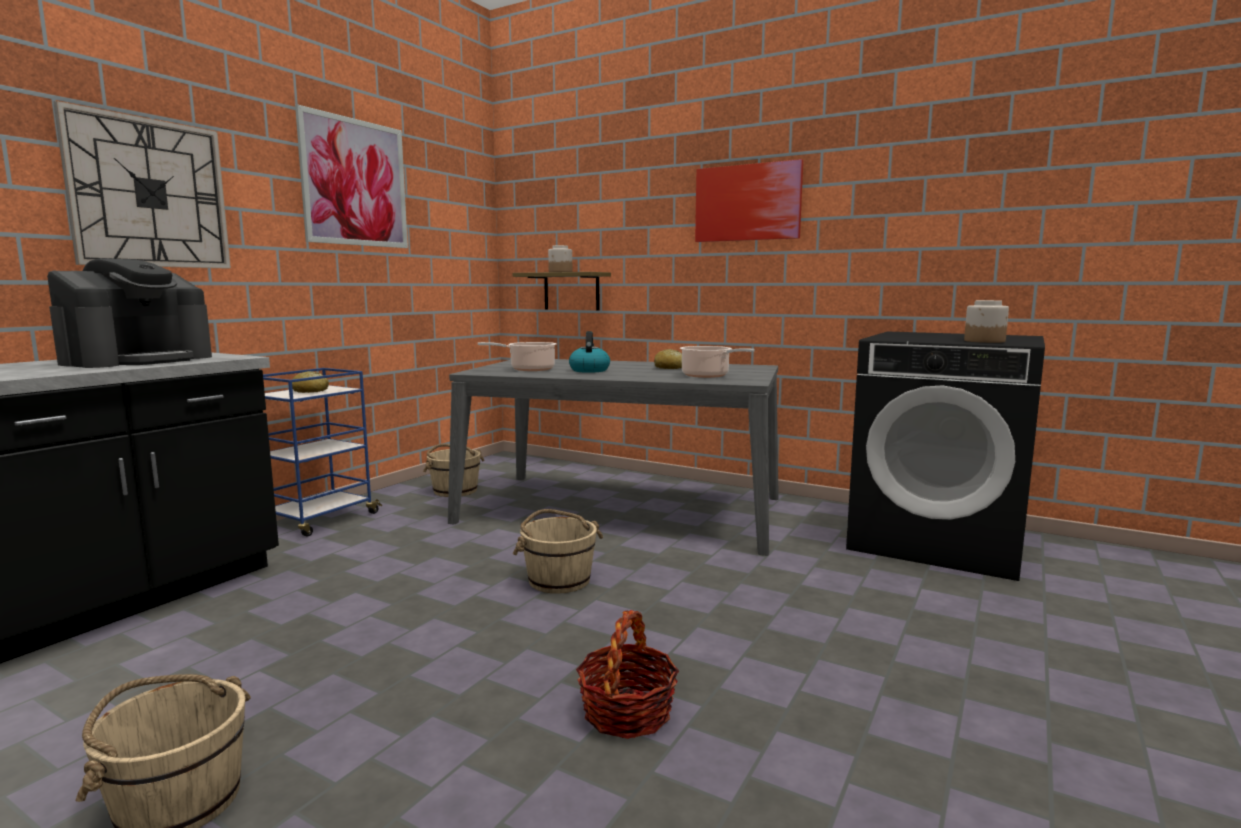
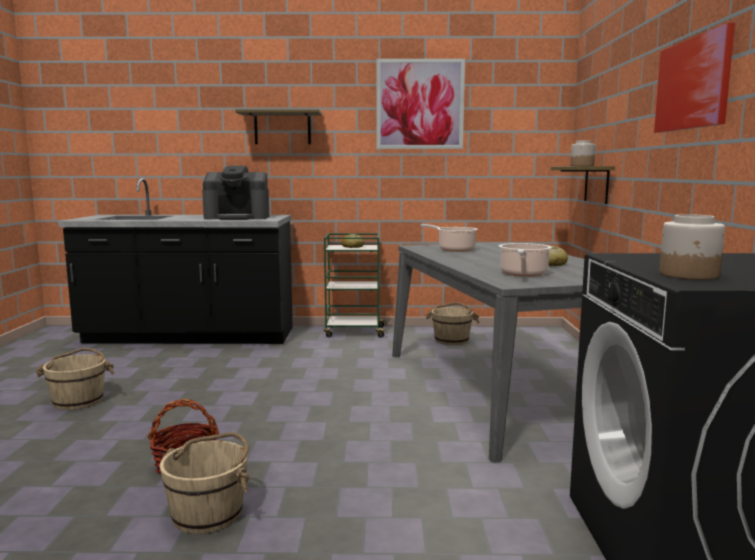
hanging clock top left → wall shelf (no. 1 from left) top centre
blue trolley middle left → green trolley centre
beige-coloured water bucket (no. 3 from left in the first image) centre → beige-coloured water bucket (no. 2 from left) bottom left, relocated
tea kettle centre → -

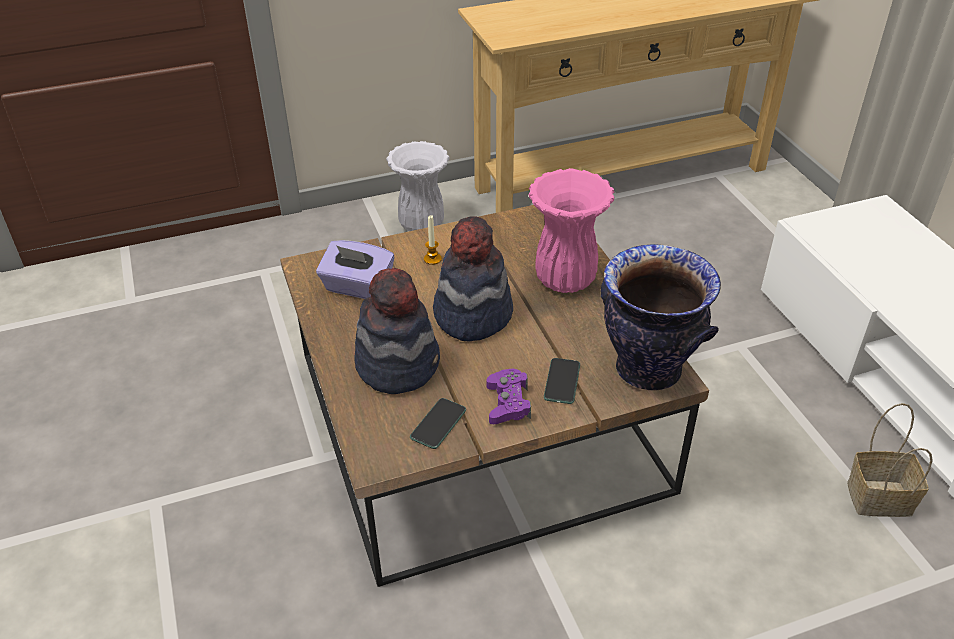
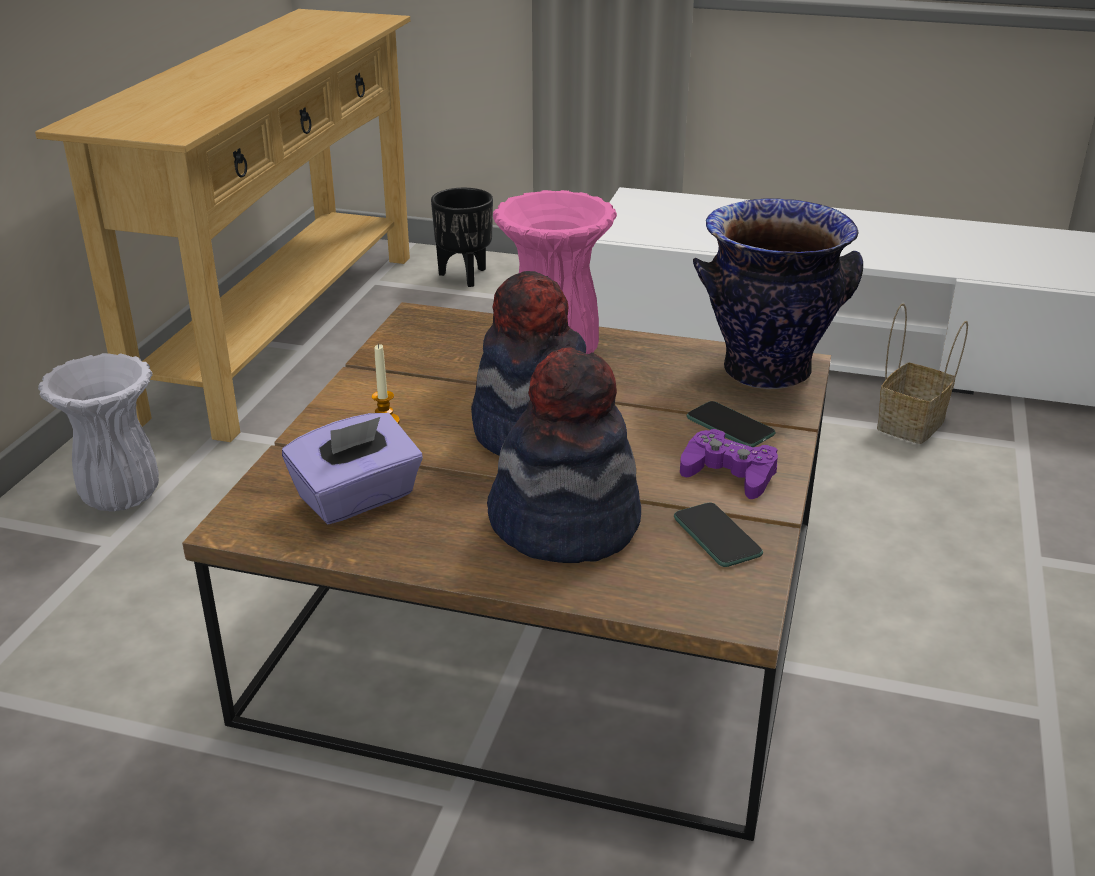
- → black flower pot top centre

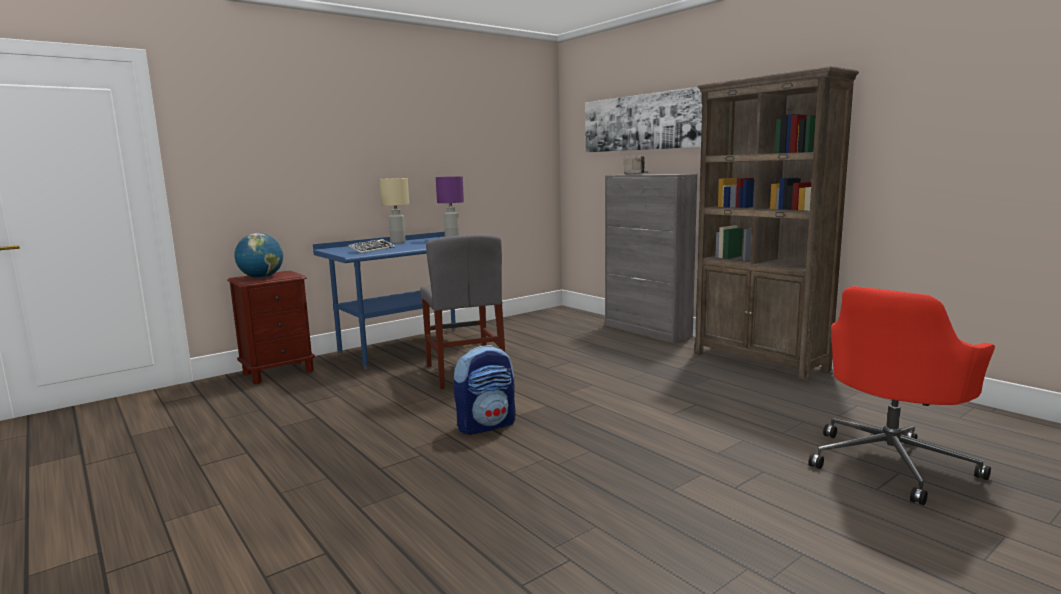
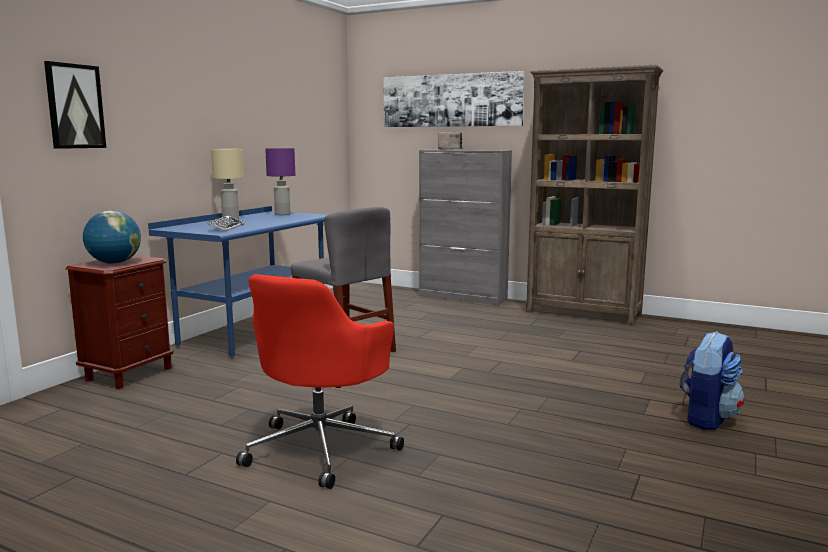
knapsack centre → knapsack bottom right, relocated
red office chair middle right → red office chair bottom centre, relocated
- → wall art (no. 1 from left) top left

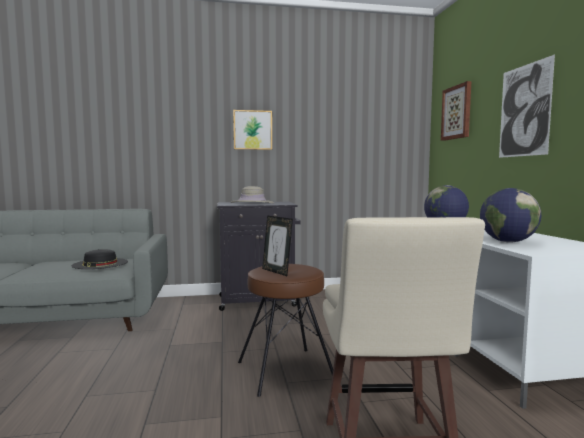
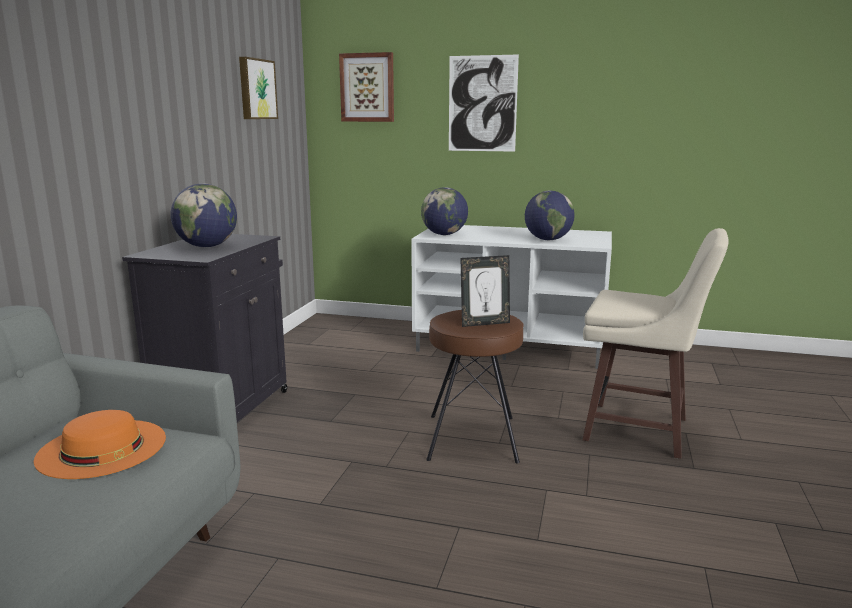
black wearable hat middle left → orange-coloured wearable hat bottom left
beige-coloured wearable hat centre → desk globe (no. 1 from left) middle left
wall art (no. 1 from left) top centre → wall art (no. 1 from left) top left, relocated

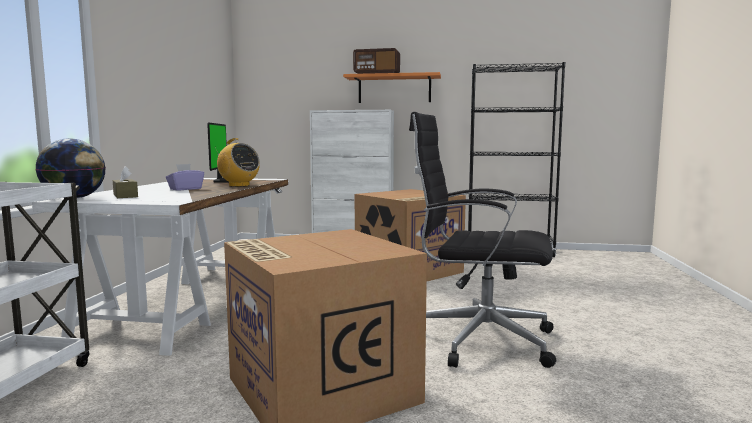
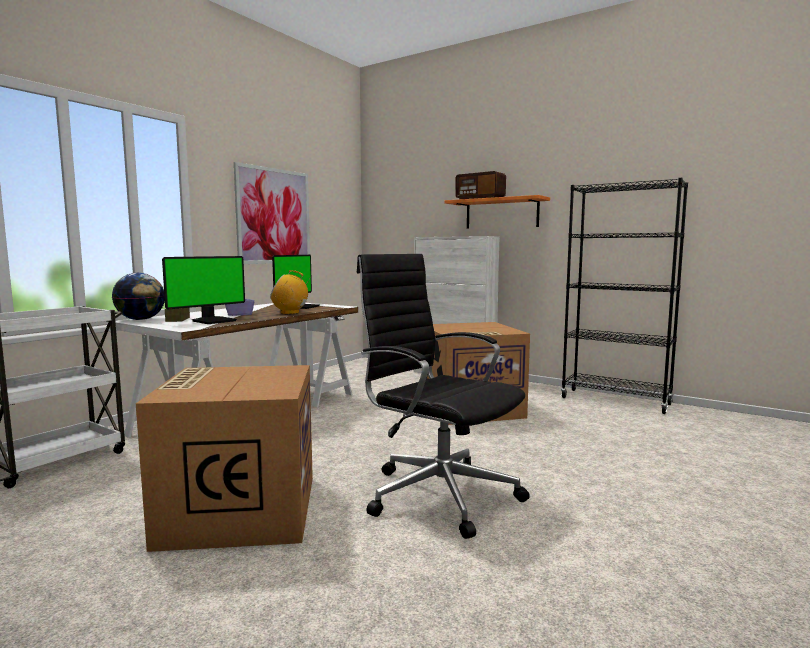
radio set (no. 1 from left) middle left → radio set (no. 1 from left) centre, 120 degrees clockwise
- → computer display (no. 1 from left) middle left
- → wall art top centre

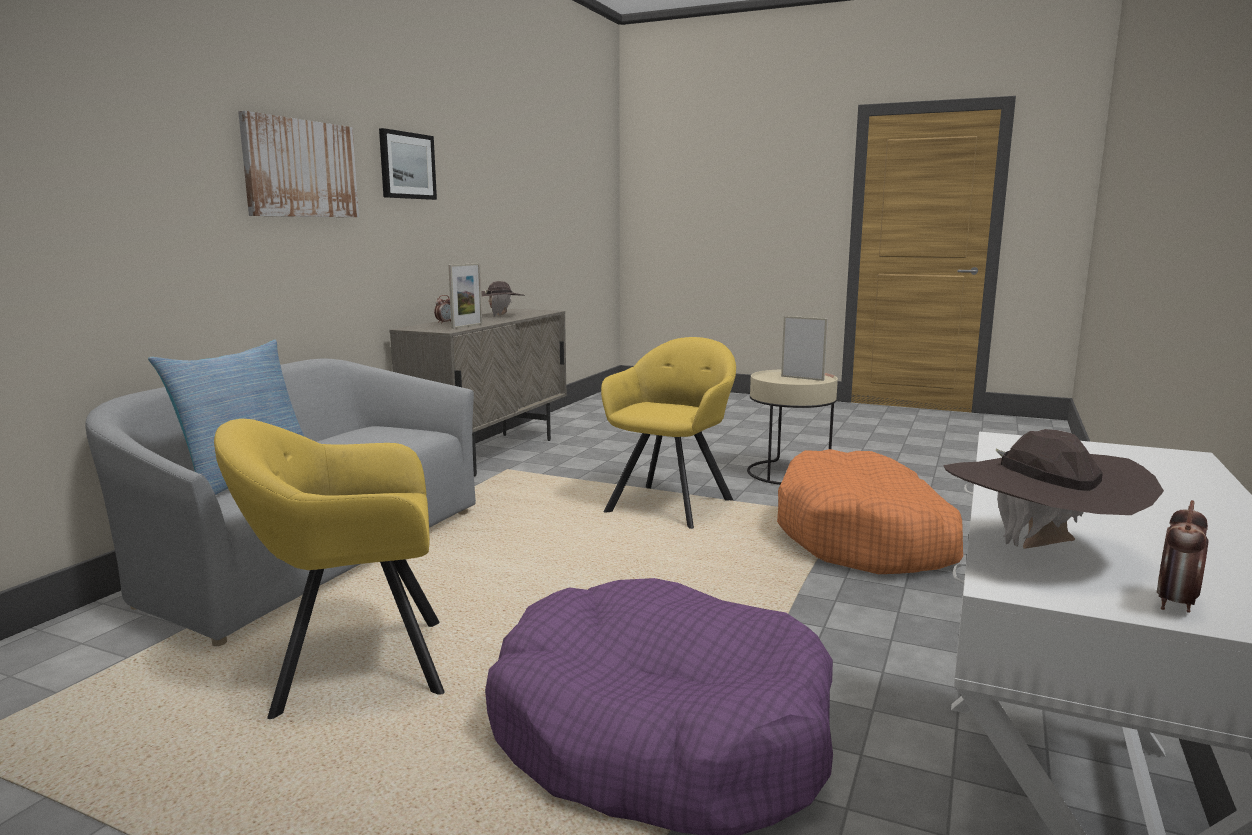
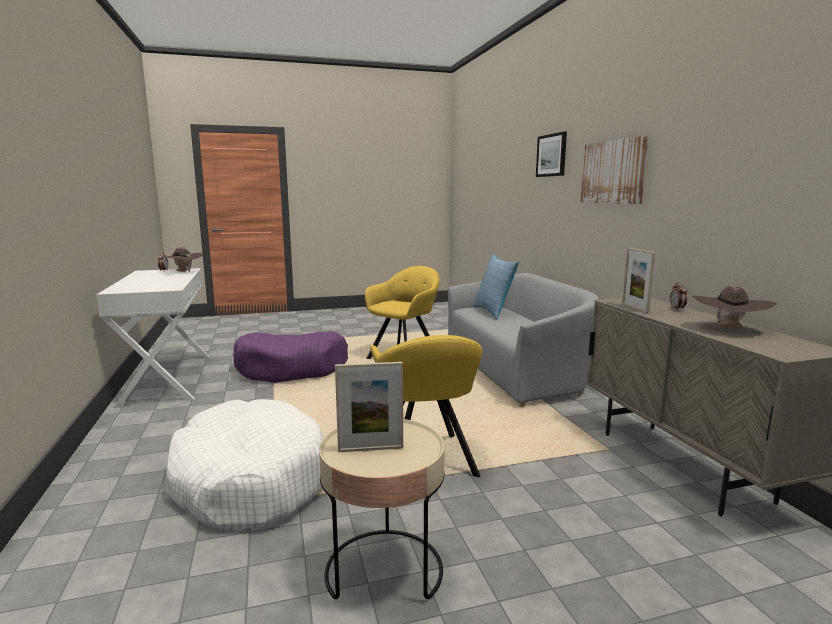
wall art (no. 2 from left in the first image) top left → wall art (no. 1 from left) top centre, relocated
orange-coloured dog bed middle right → whitish dog bed bottom left

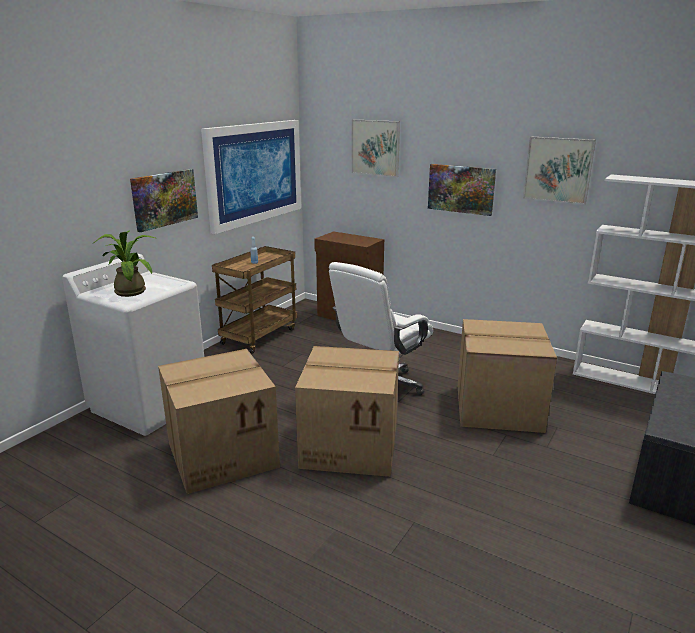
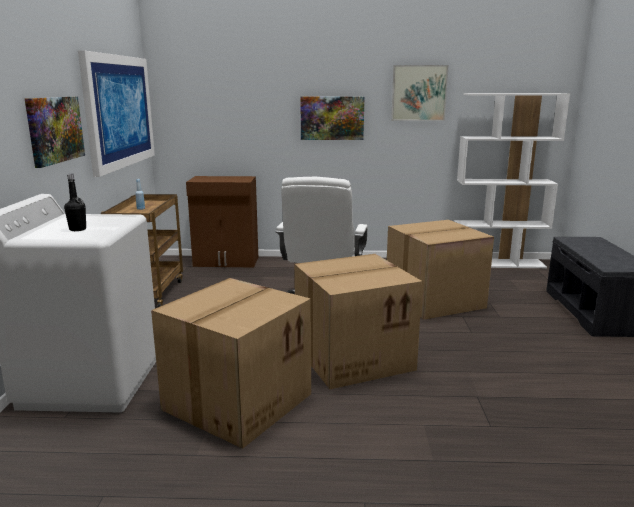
houseplant middle left → black beverage bottle middle left
wall art (no. 3 from left) top centre → -

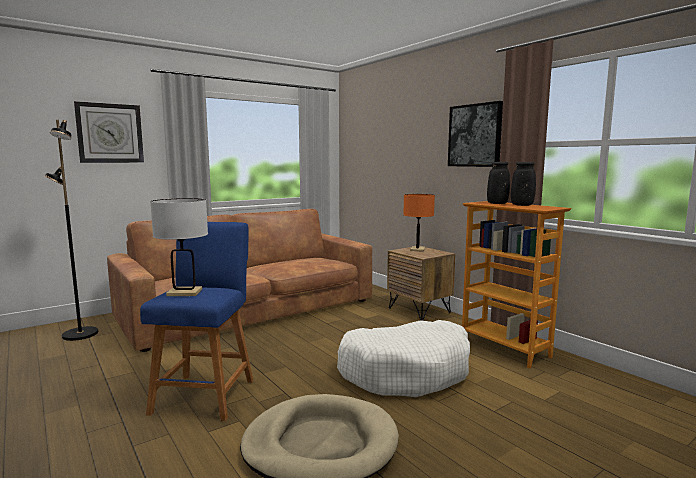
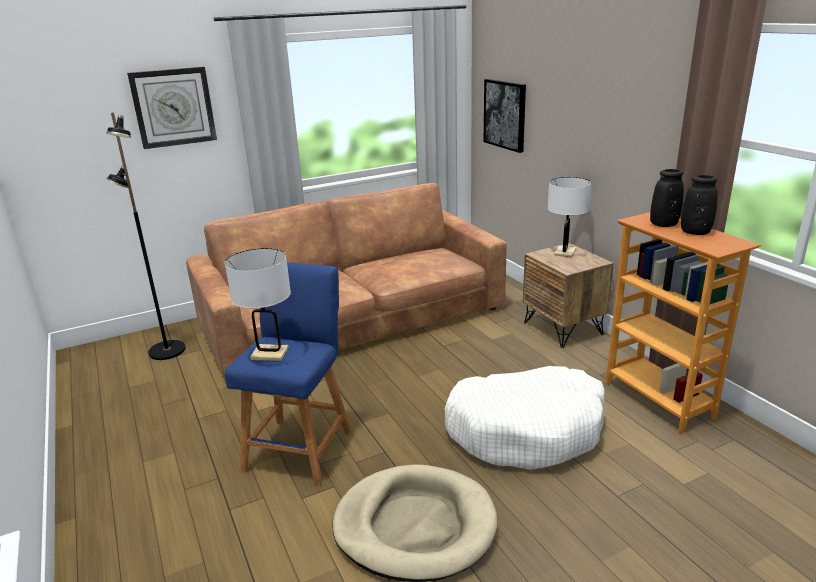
orange-coloured lamp for a table centre → whitish lamp for a table (no. 2 from left) middle right
wall art top right → wall art top centre, relocated

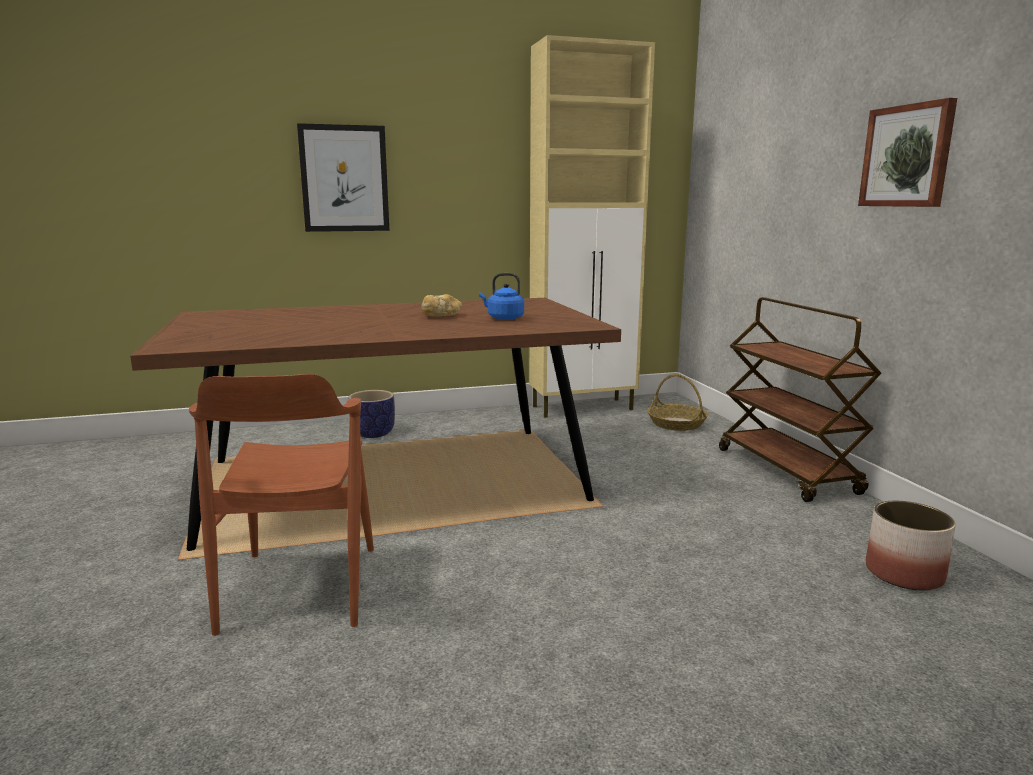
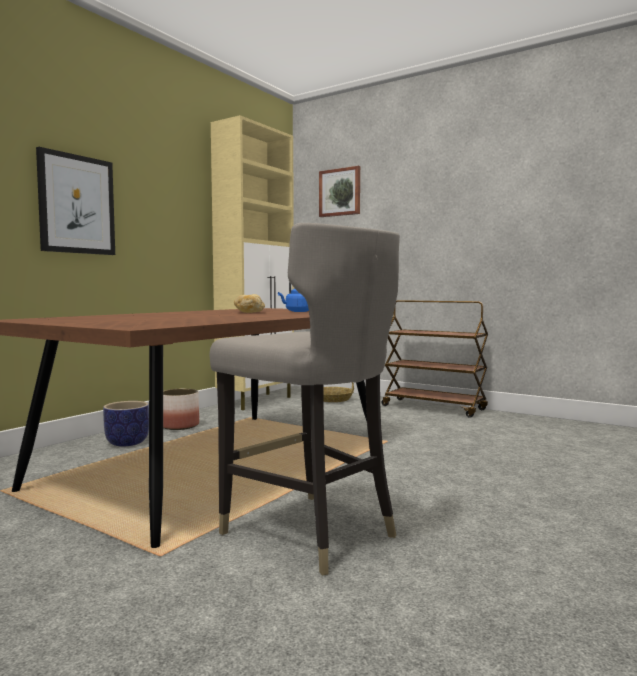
brownish upright chair middle left → grey sitting stool centre
wall art (no. 2 from left) top right → wall art (no. 2 from left) top centre, relocated
flower pot (no. 2 from left) bottom right → flower pot (no. 2 from left) middle left, relocated

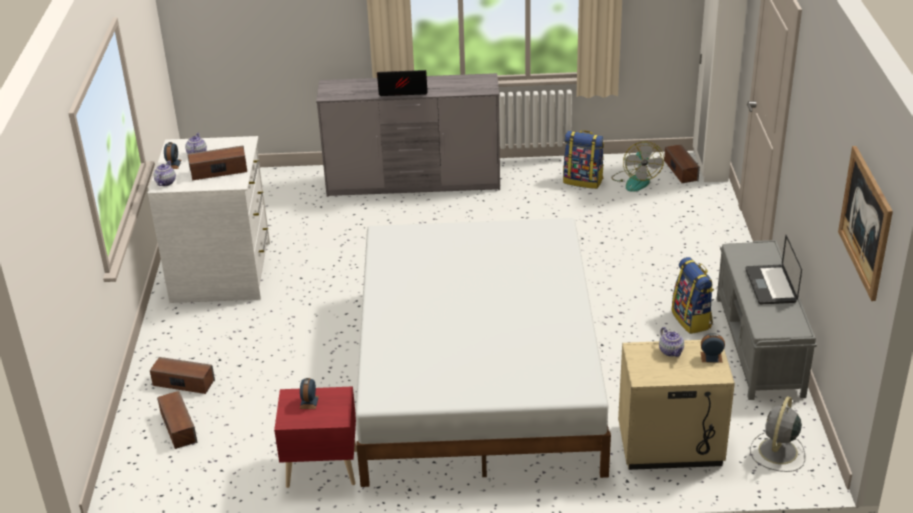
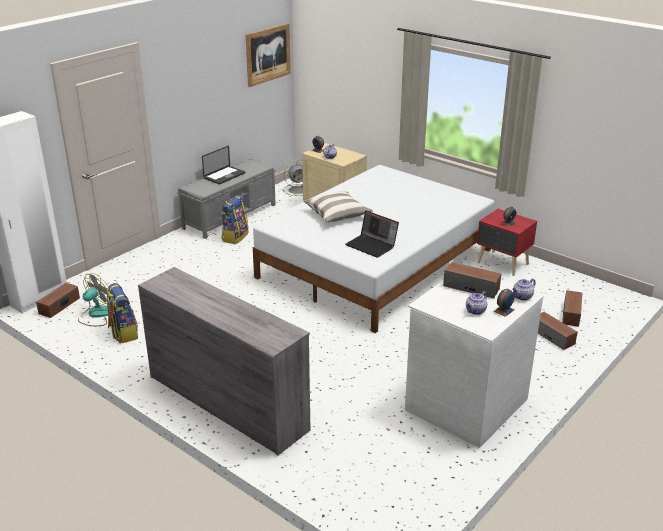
portable computer (no. 1 from left in the first image) top centre → portable computer (no. 2 from left) centre, relocated
- → pillow centre

